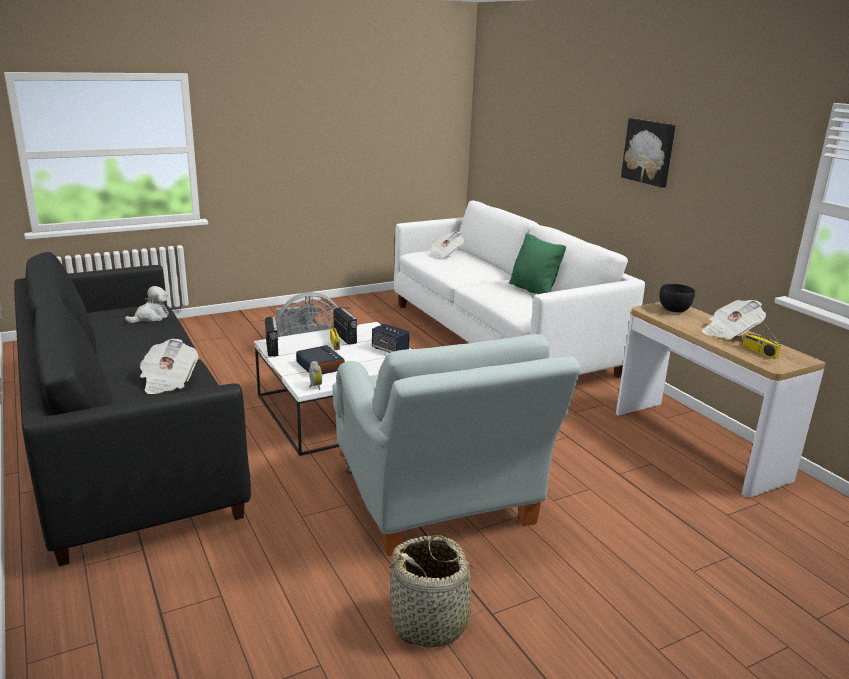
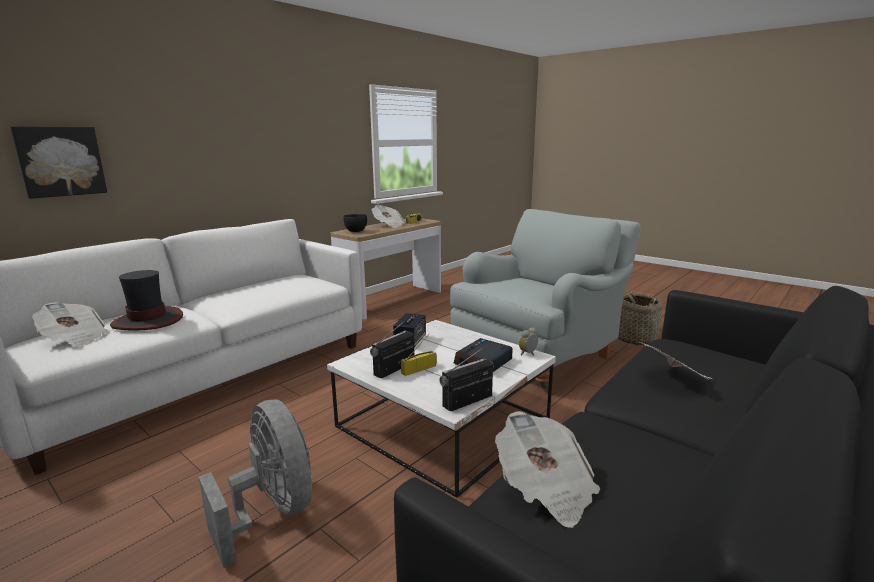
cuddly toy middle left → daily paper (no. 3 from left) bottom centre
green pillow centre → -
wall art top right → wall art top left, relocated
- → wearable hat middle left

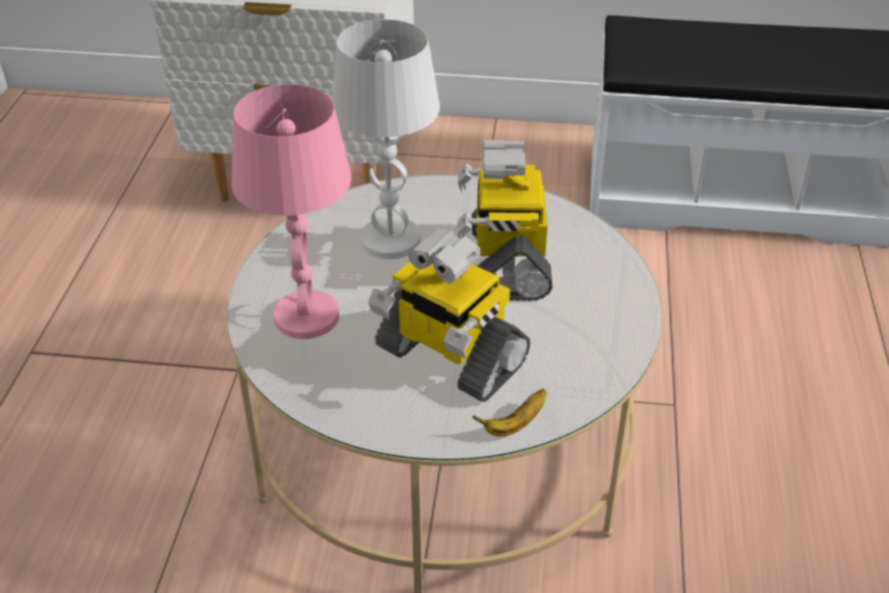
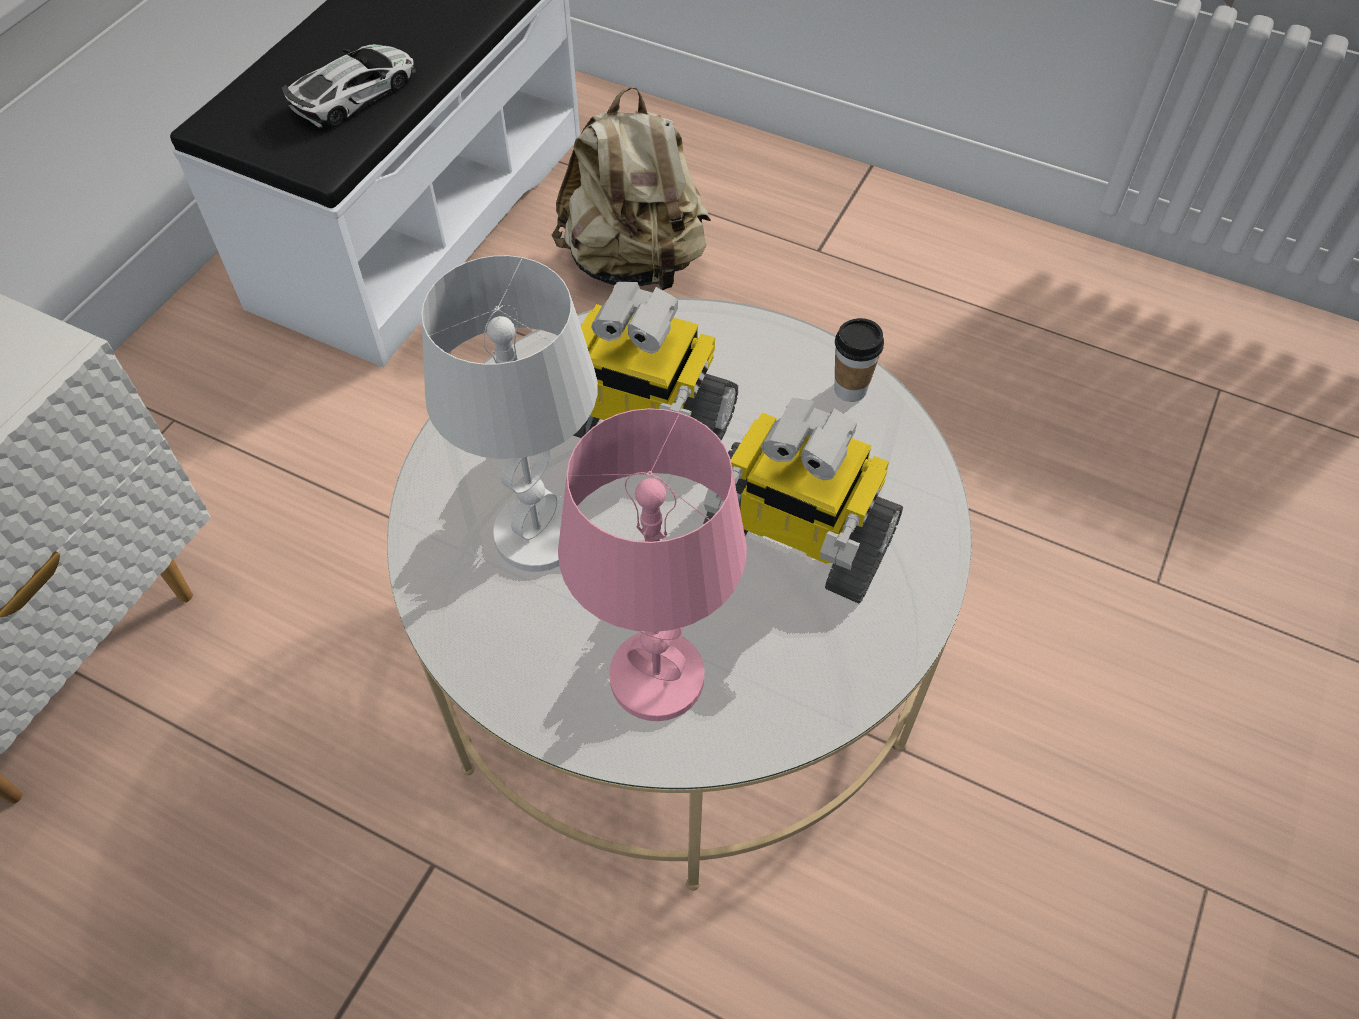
robot figure (no. 1 from left in the first image) centre → robot figure (no. 2 from left) centre, 60 degrees clockwise
banana bottom centre → -
- → model car top left
- → beige-coloured knapsack top centre
- → cup centre

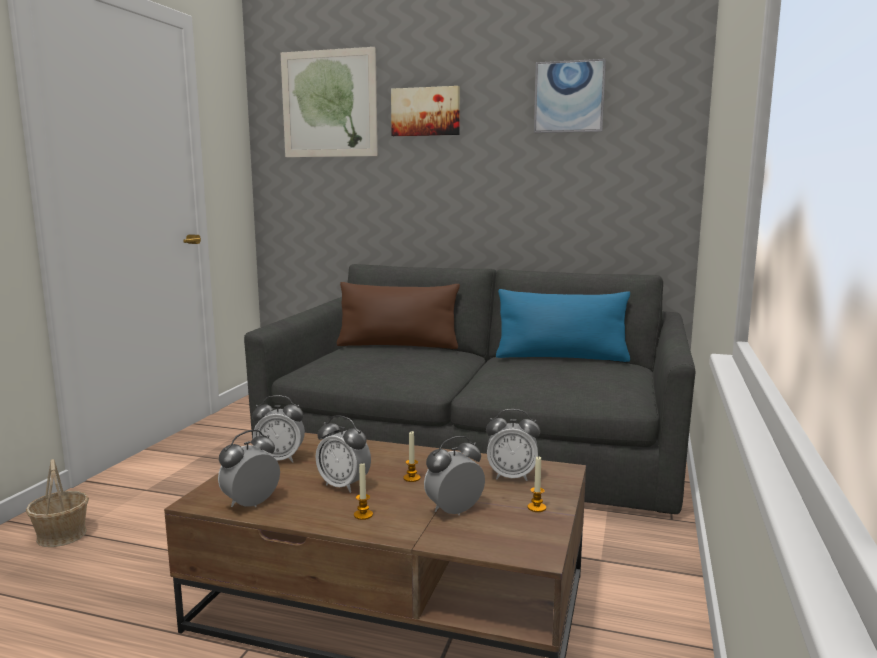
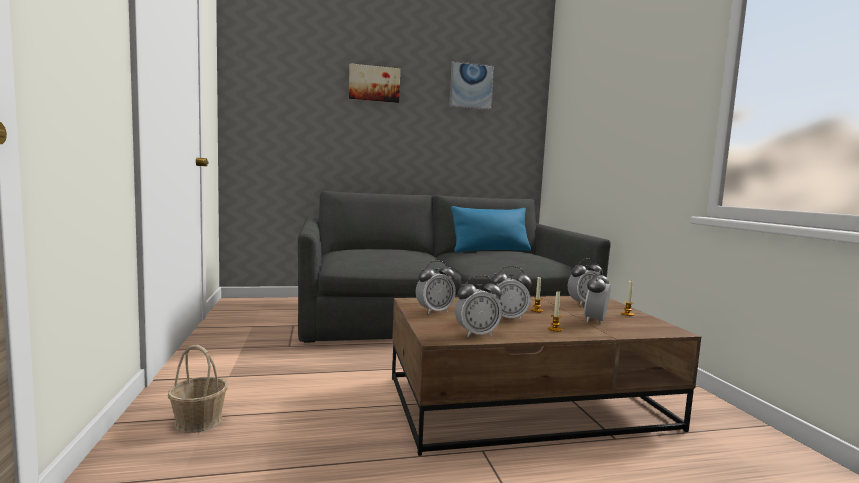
alarm clock (no. 1 from left in the first image) bottom left → alarm clock (no. 2 from left) centre, 120 degrees counterclockwise
wall art (no. 1 from left) top centre → -
brownish pillow centre → -

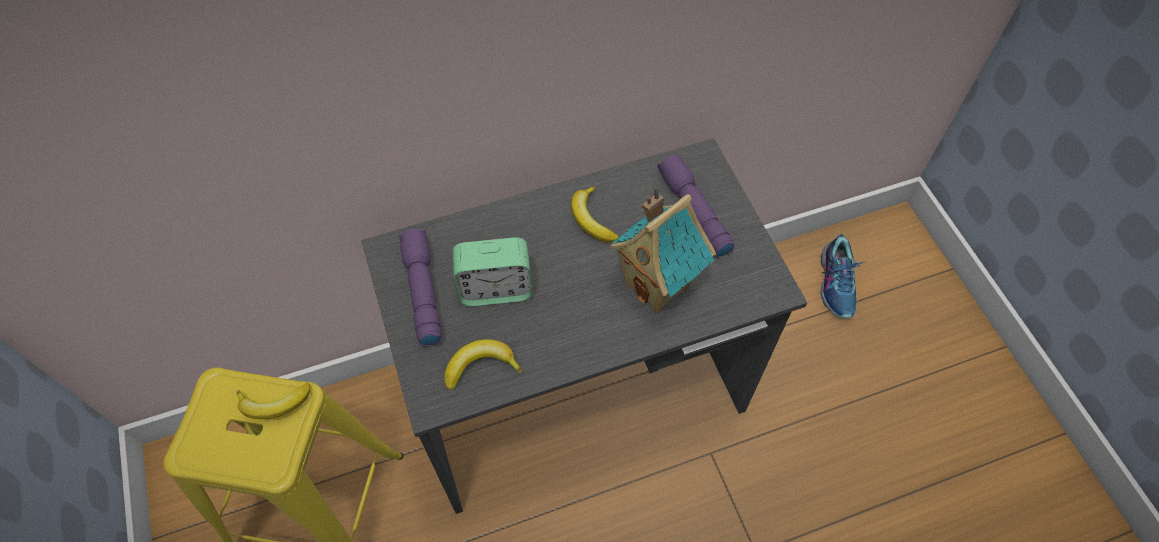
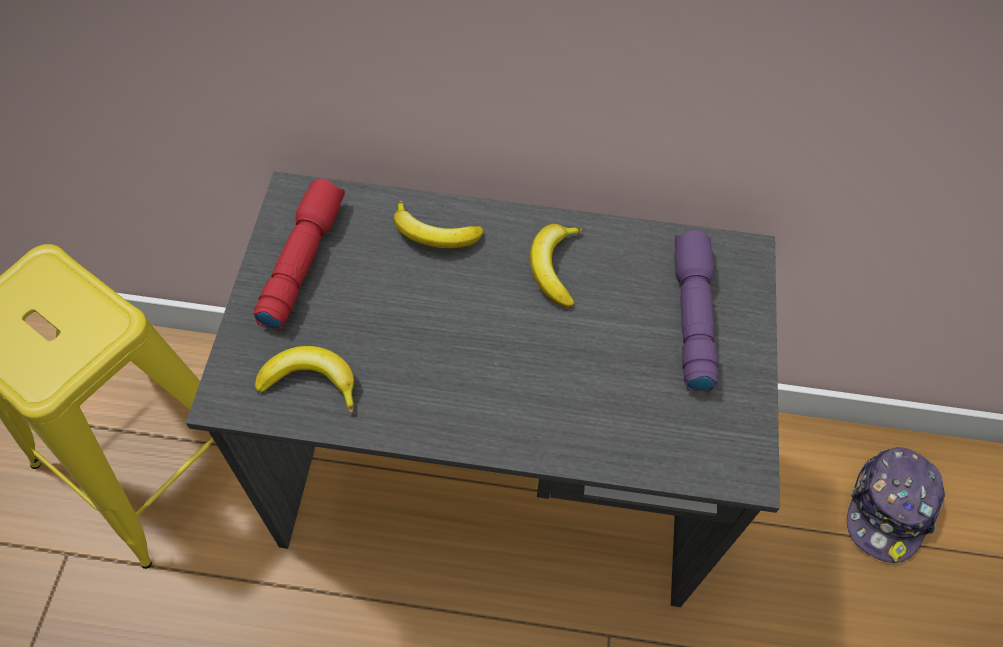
banana (no. 1 from left in the first image) bottom left → banana (no. 2 from left) centre, relocated
purple flashlight (no. 1 from left) centre → red flashlight middle left
alarm clock centre → -
toy house centre → -
low shoe middle right → peaked cap bottom right

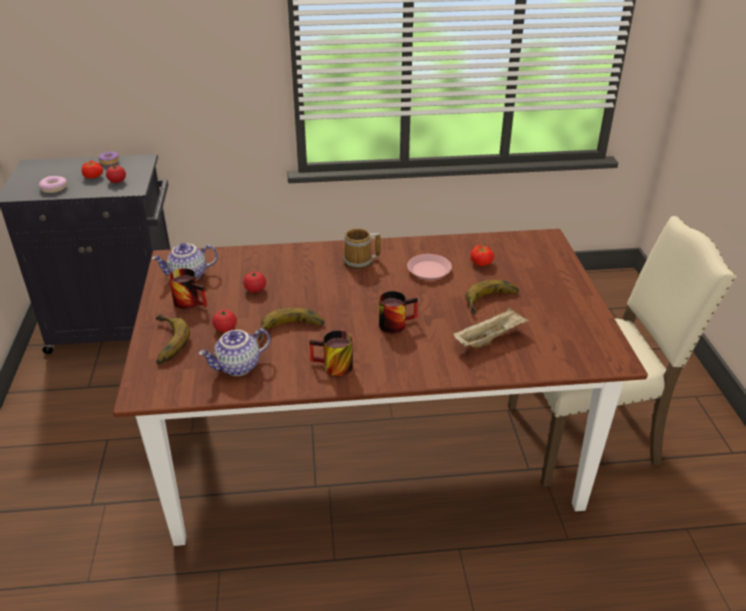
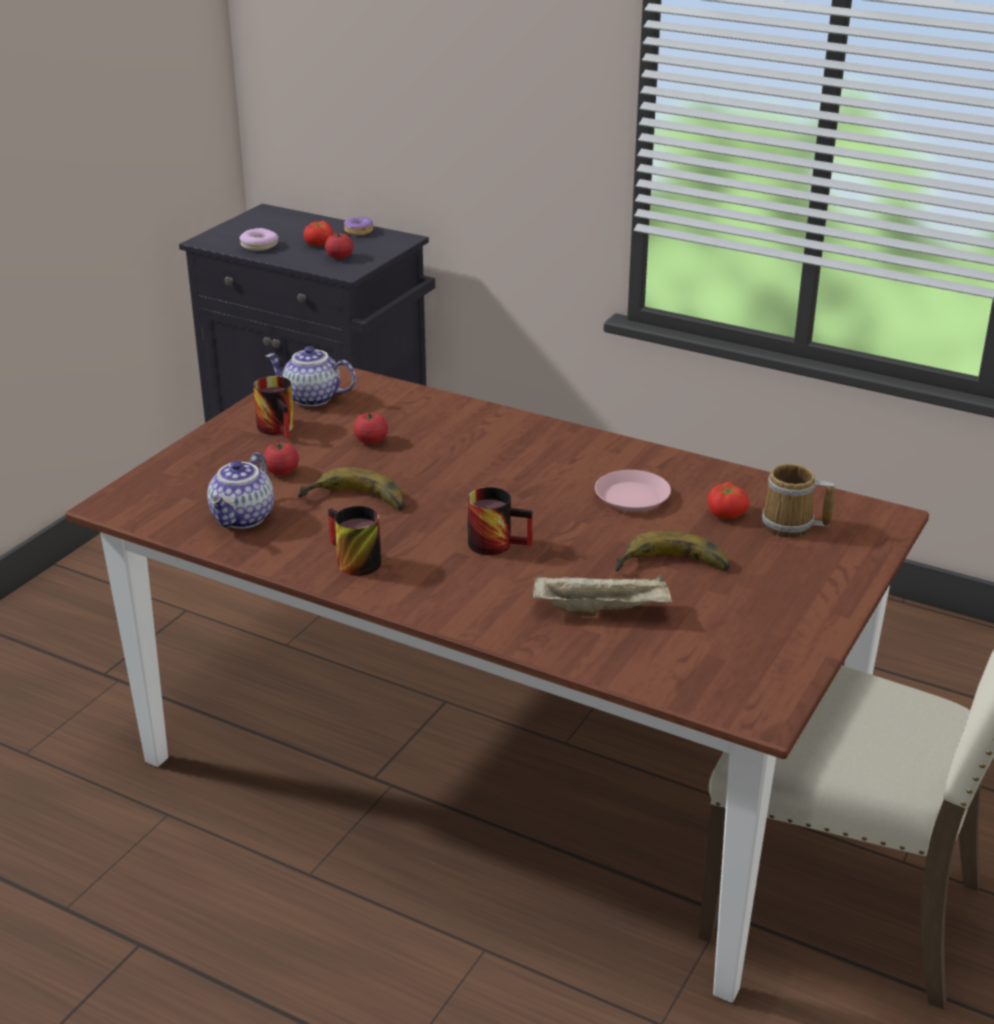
banana (no. 1 from left) middle left → -
pot for tea (no. 2 from left in the first image) middle left → pot for tea (no. 1 from left) middle left, 75 degrees counterclockwise
tea mug (no. 3 from left in the first image) centre → tea mug (no. 4 from left) middle right, relocated

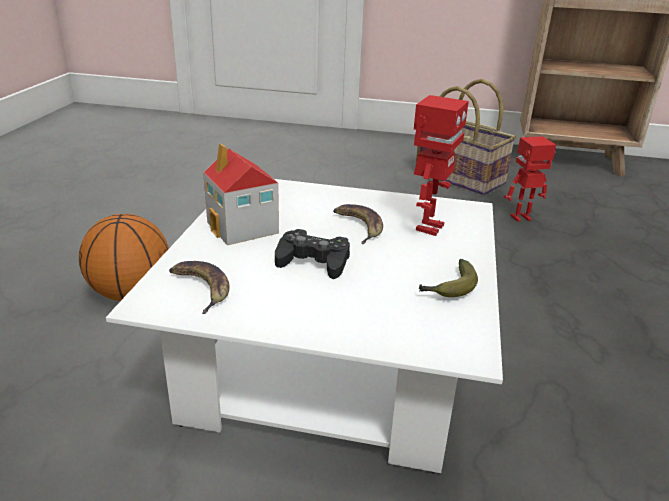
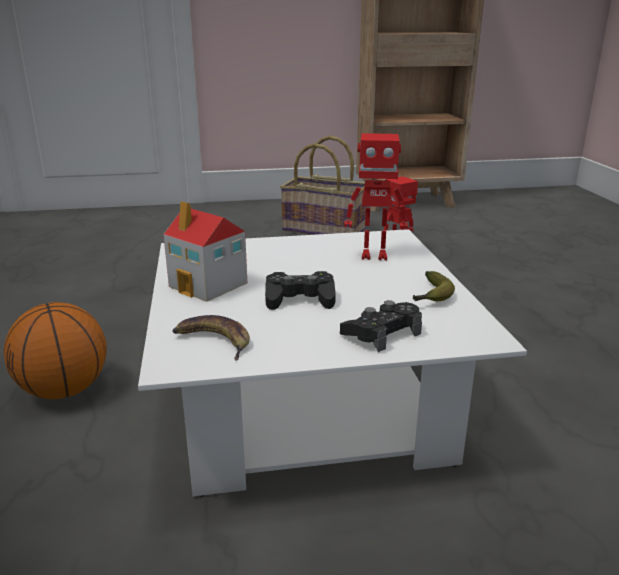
banana (no. 2 from left) centre → -
robot figure (no. 1 from left) top centre → robot figure (no. 1 from left) centre, 90 degrees clockwise
- → black game controller (no. 2 from left) centre

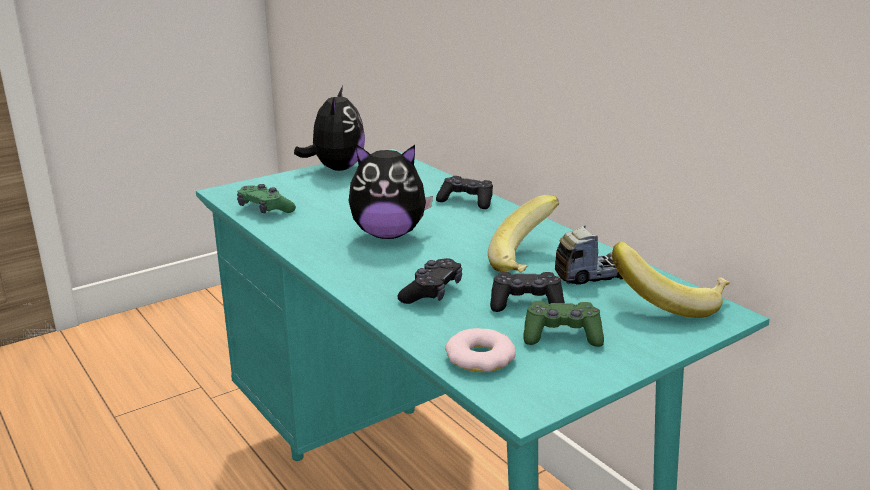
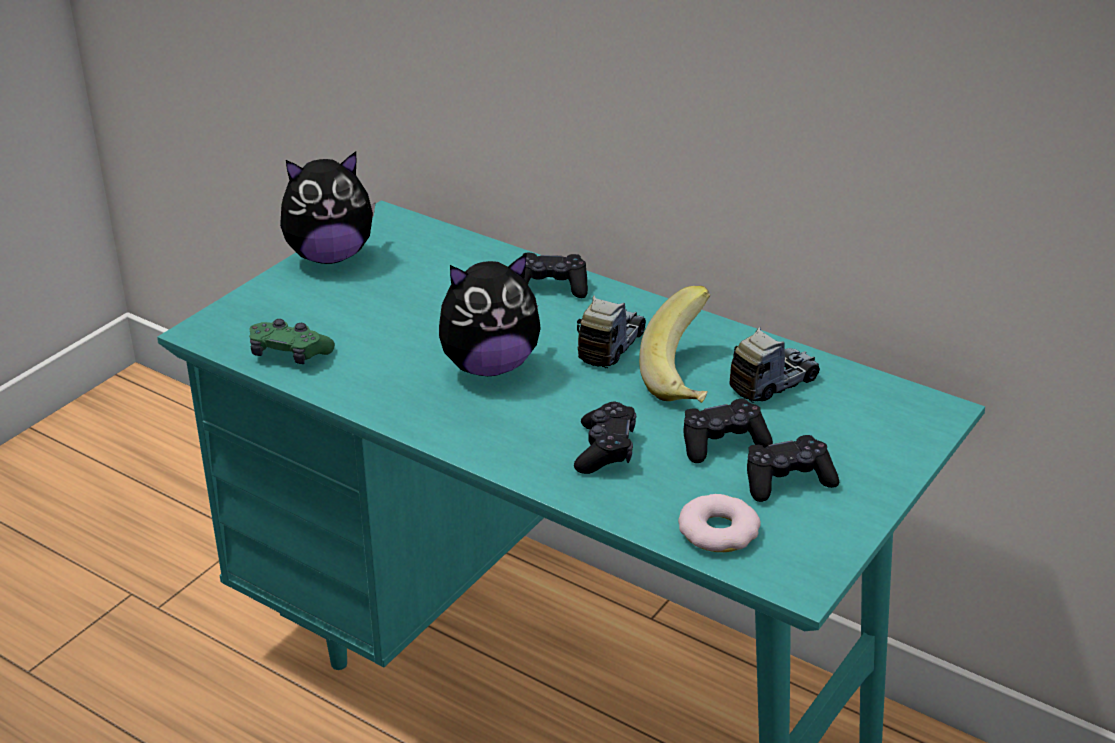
cuddly toy (no. 1 from left) top centre → cuddly toy (no. 1 from left) top left, 90 degrees clockwise
green game controller (no. 2 from left) centre → black game controller (no. 4 from left) middle right
banana (no. 2 from left) middle right → -
- → model truck (no. 1 from left) centre

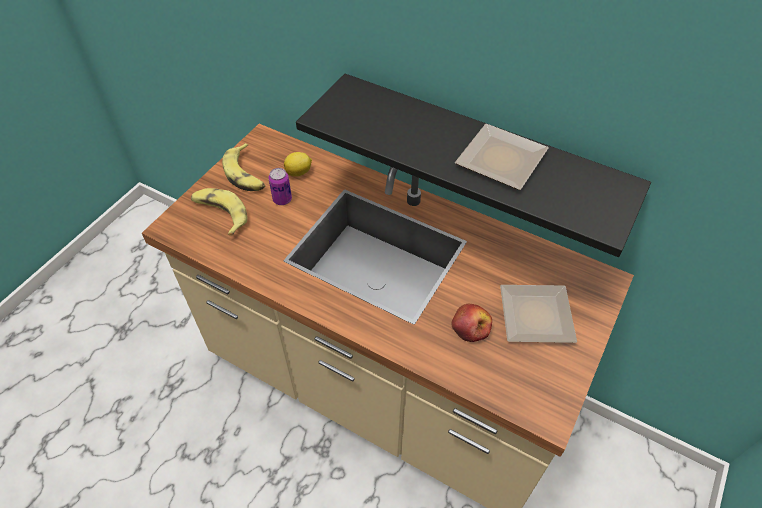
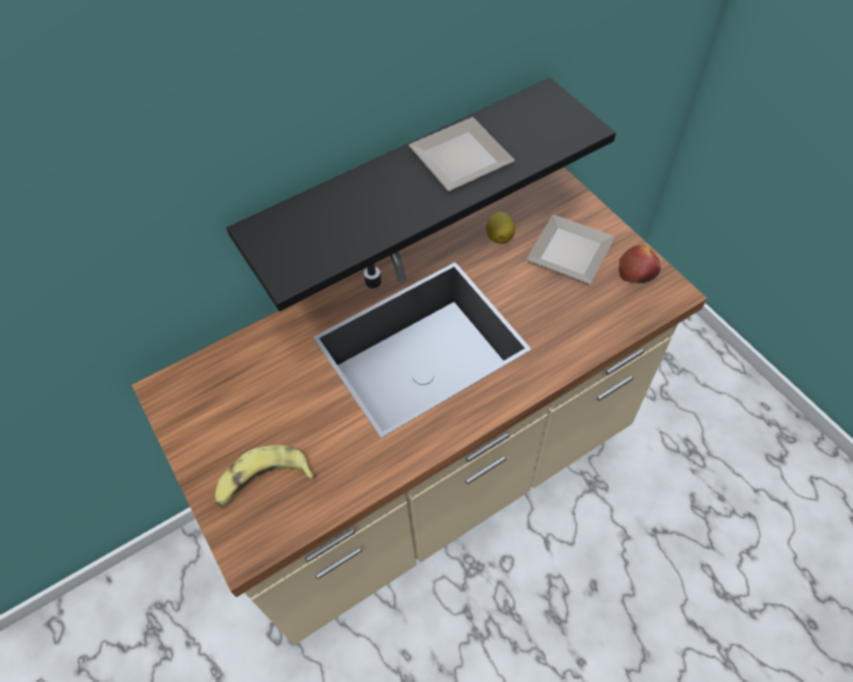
banana (no. 2 from left) top left → -
metal can centre → -
lemon top centre → lemon centre, relocated
apple fruit centre → apple fruit middle right, relocated

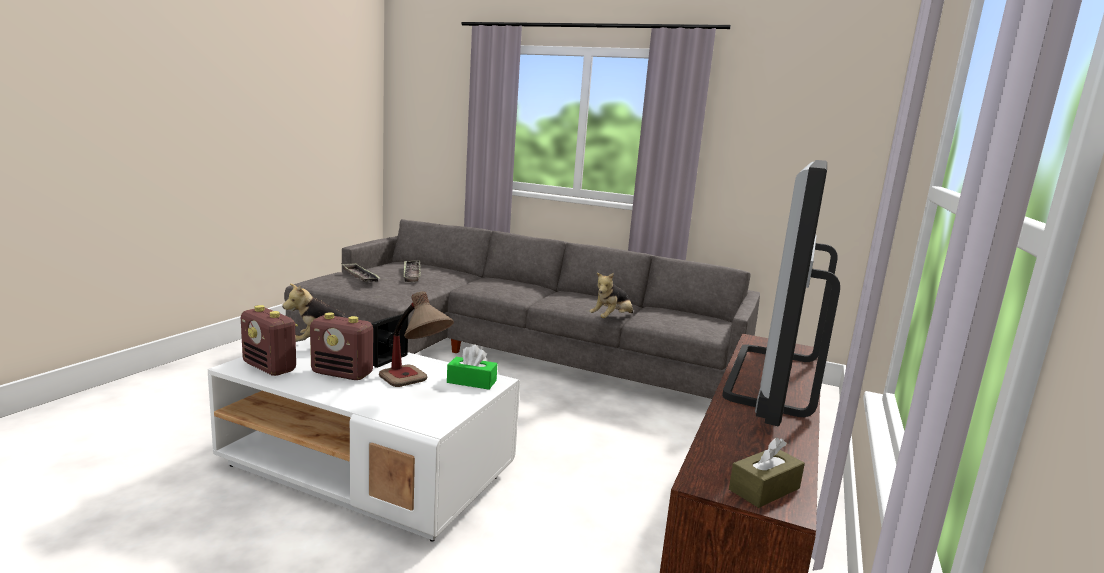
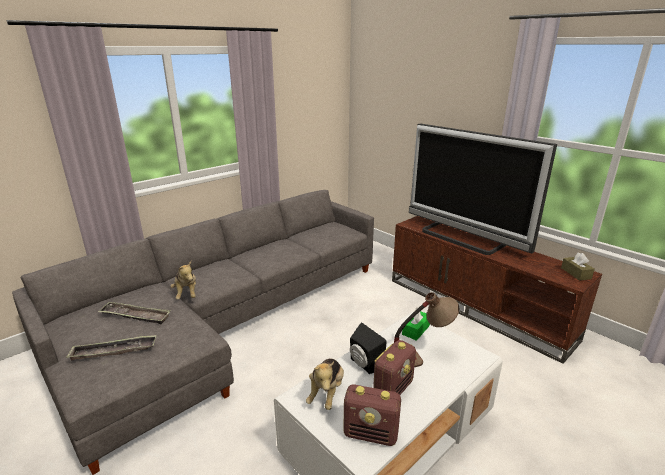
radio set (no. 1 from left) middle left → radio set (no. 1 from left) bottom centre, 45 degrees clockwise
cuddly toy (no. 2 from left in the first image) centre → cuddly toy (no. 1 from left) middle left, relocated

